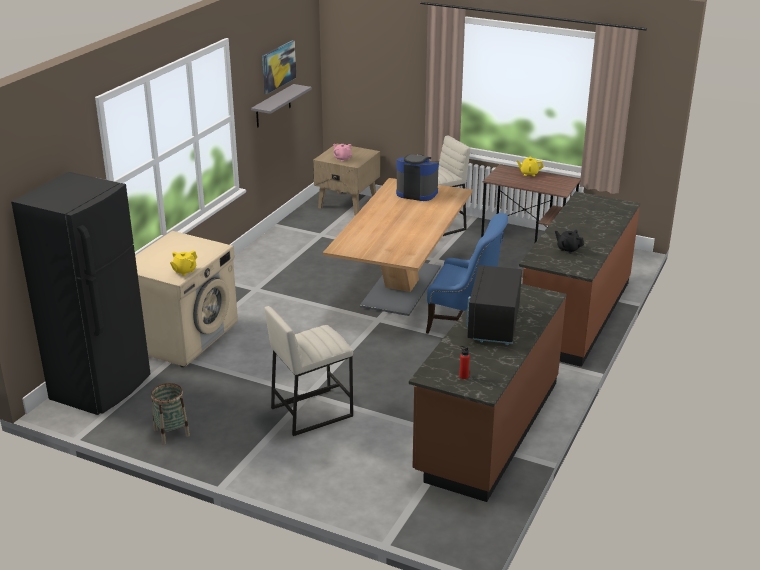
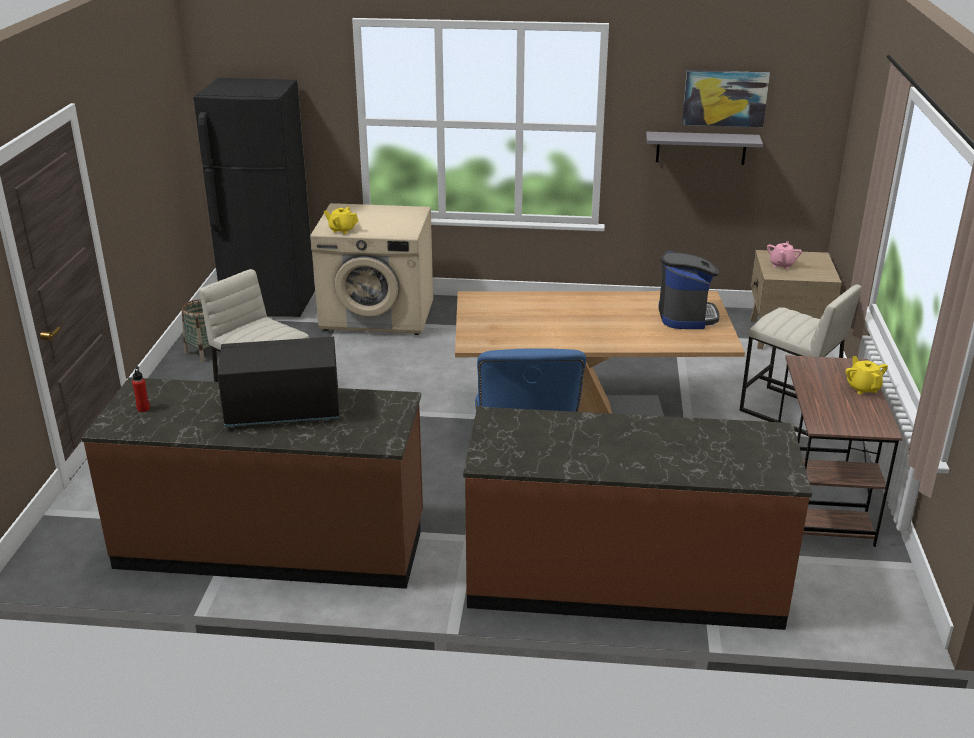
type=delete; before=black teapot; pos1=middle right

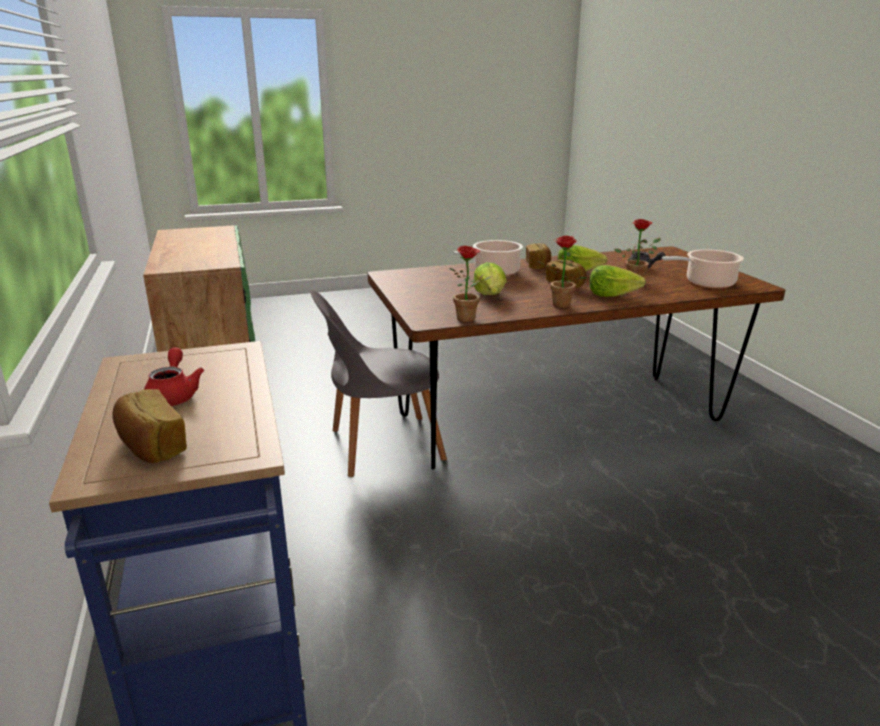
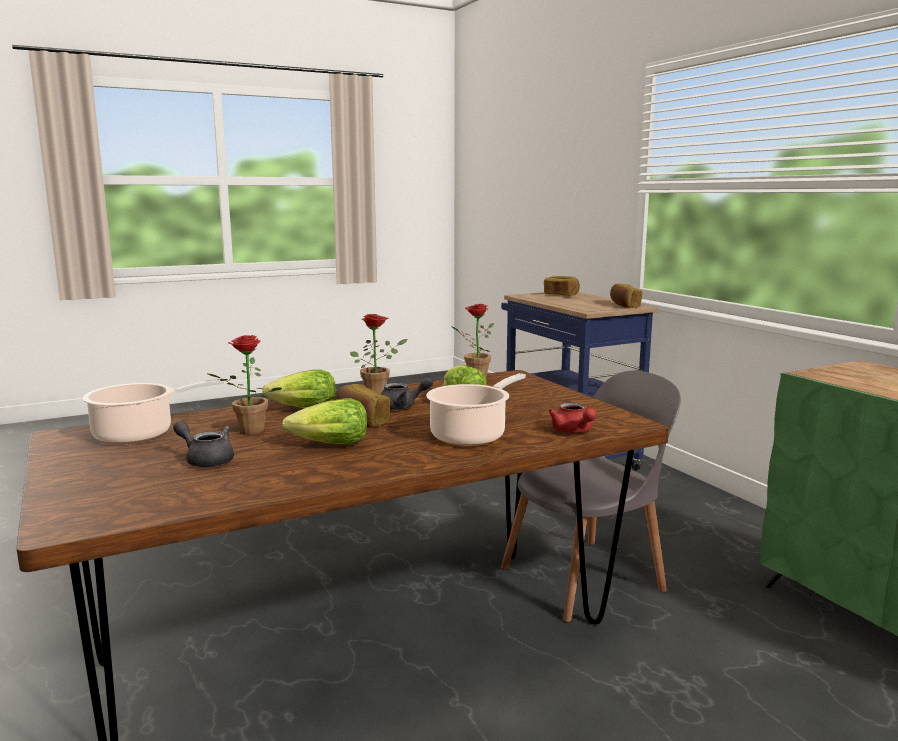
type=insert; after=grey teapot (2nd from left); pos2=centre
type=move; before=red teapot; pos1=middle left; pos2=centre
type=move; before=bread (2nd from left in the first image); after=bread (3rd from left); pos1=centre; pos2=middle right

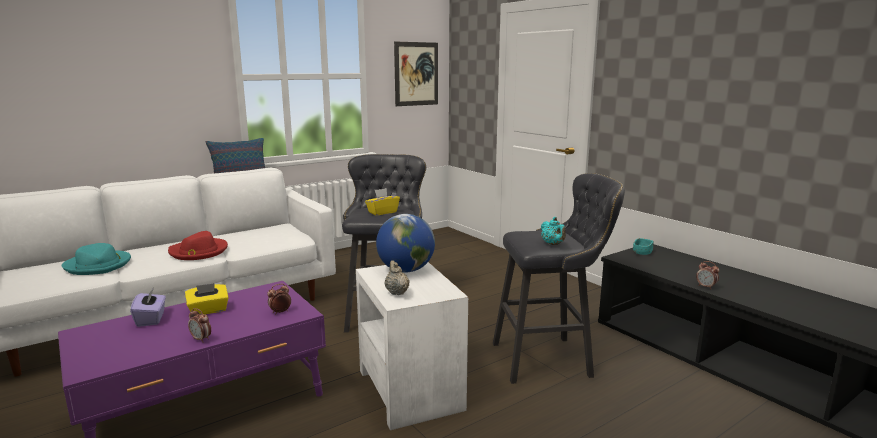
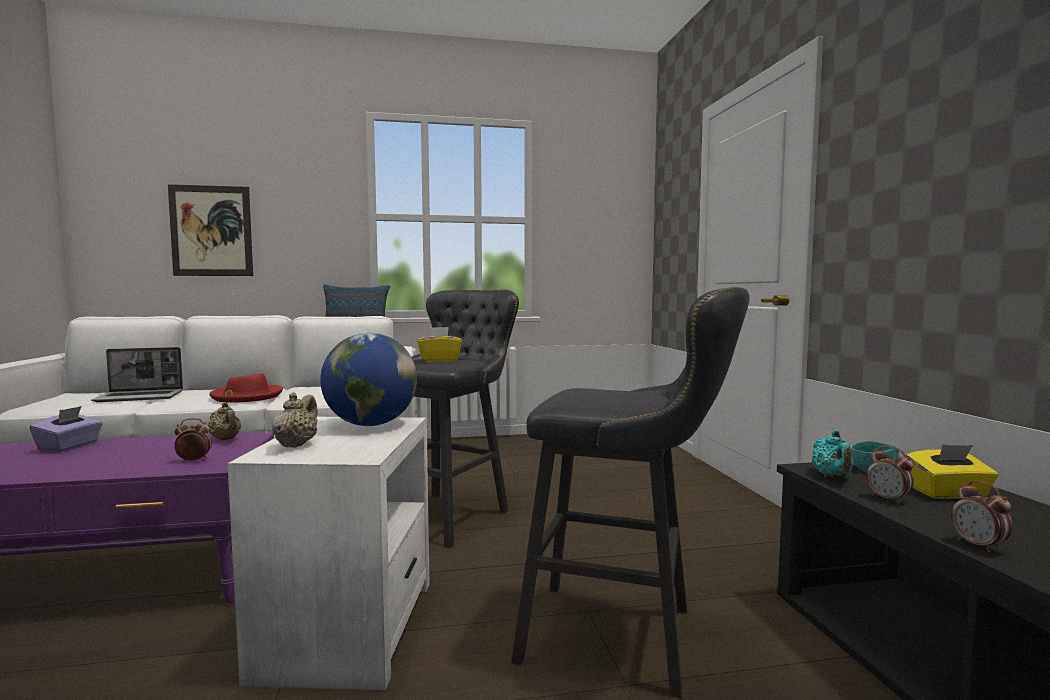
type=insert; after=beige teapot (1st from left); pos2=middle left
type=move; before=yellow tissue box (1st from left in the first image); after=yellow tissue box (2nd from left); pos1=bottom left; pos2=bottom right
type=move; before=alarm clock (1st from left in the first image); after=alarm clock (2nd from left); pos1=bottom left; pos2=bottom right
type=move; before=picture; pos1=top centre; pos2=top left
type=move; before=turquoise teapot; pos1=centre; pos2=middle right
type=replace; before=turquoise hat; after=laptop; pos1=middle left; pos2=middle left

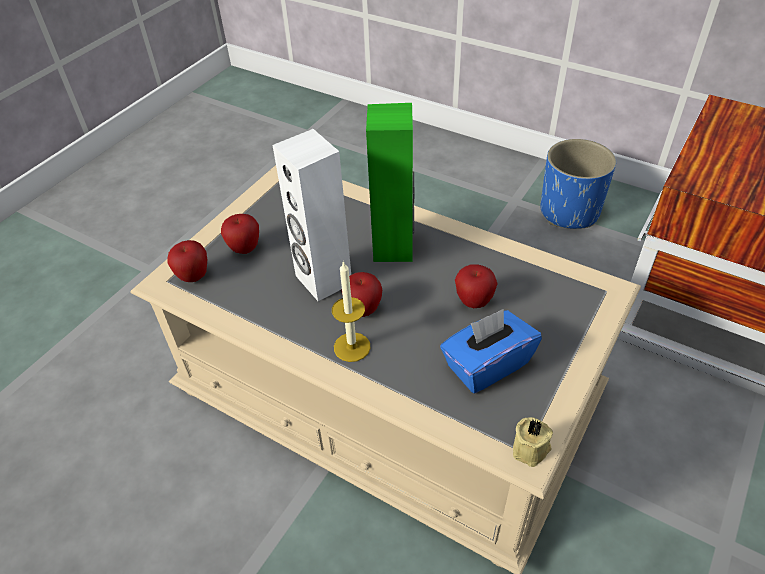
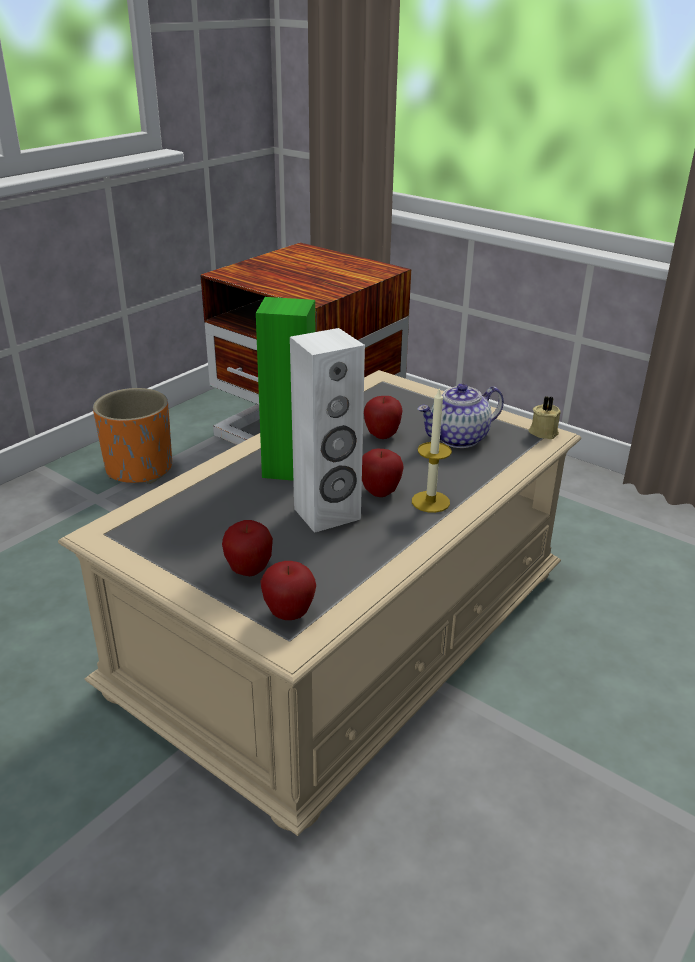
type=replace; before=blue tissue box; after=teapot; pos1=centre; pos2=centre
type=recolor; before=blue planter; after=orange planter; pos1=top right; pos2=middle left

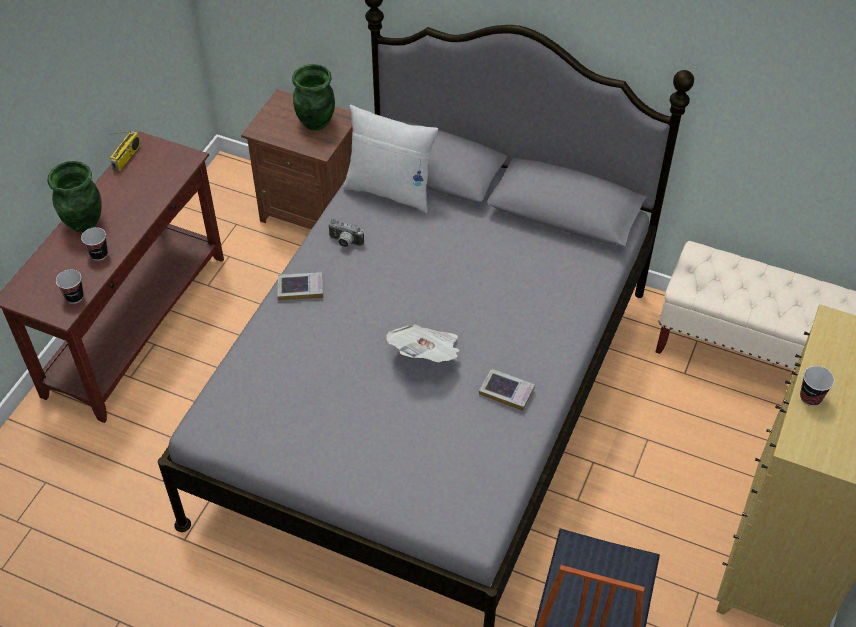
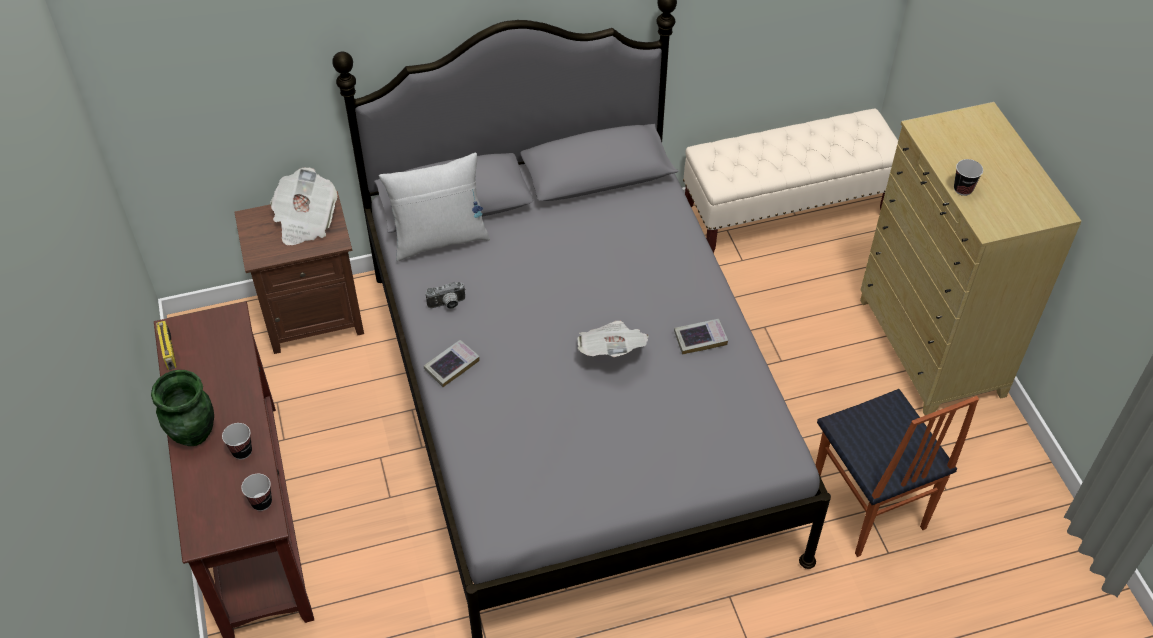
type=replace; before=green vase (2nd from left); after=newspaper (1st from left); pos1=top centre; pos2=top left

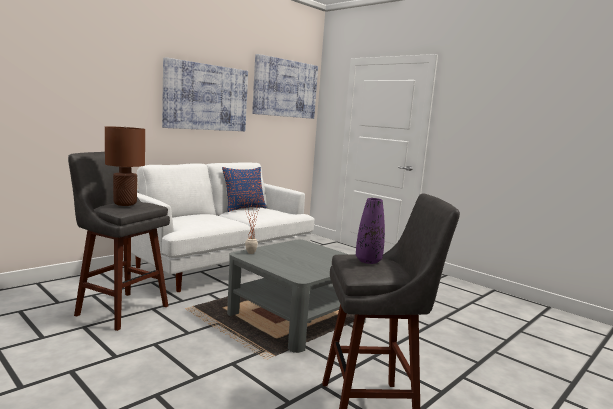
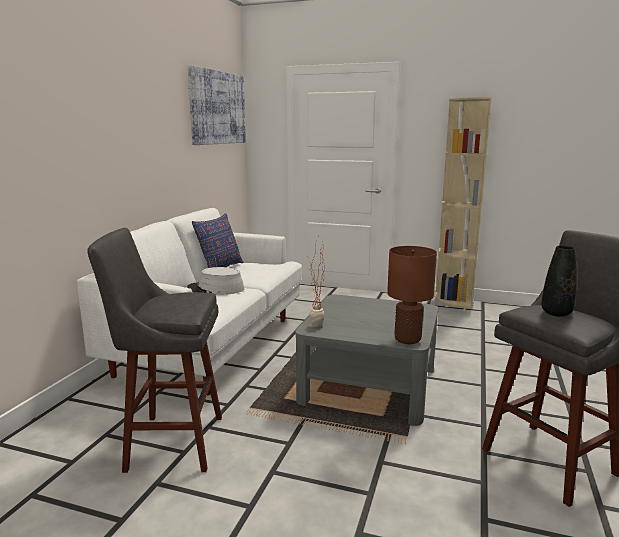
type=delete; before=picture (1st from left); pos1=top centre
type=insert; after=grey hat; pos2=centre
type=insert; after=beige bookcase; pos2=middle right
type=move; before=brown table lamp; pos1=middle left; pos2=centre
type=recolor; before=purple vase; after=black vase; pos1=centre; pos2=middle right

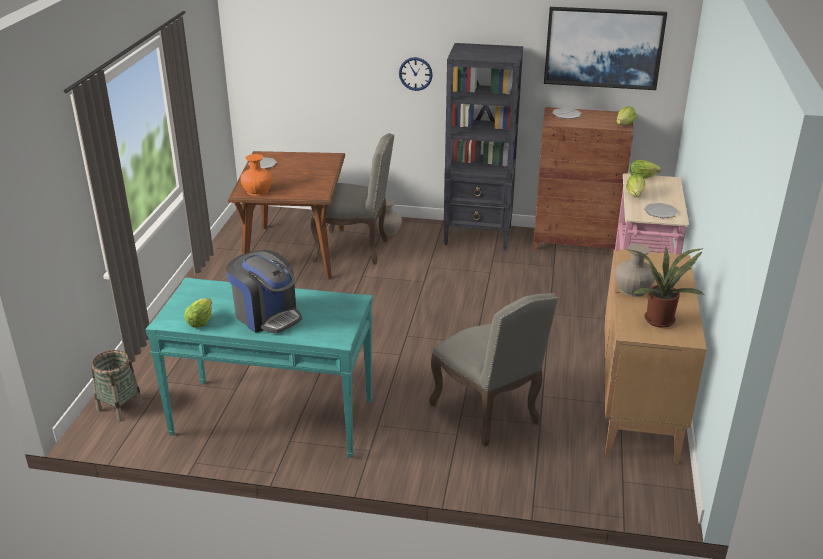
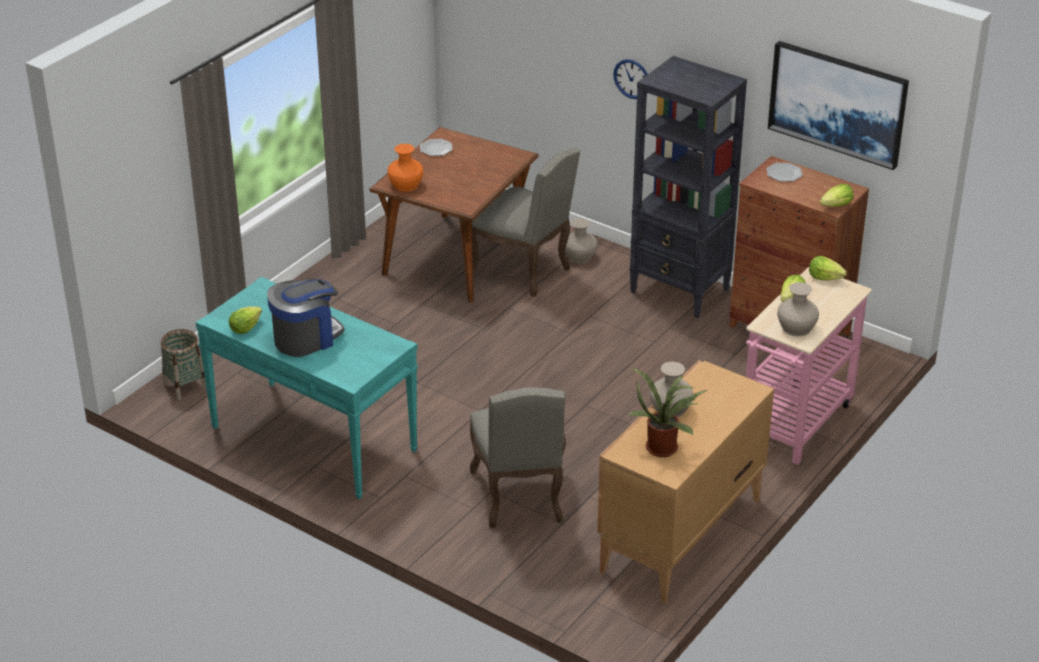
type=replace; before=plate (3rd from left); after=beige vase (3rd from left); pos1=middle right; pos2=middle right
type=rotate; before=coffee machine; pos1=middle left; pos2=middle left; turn=-105

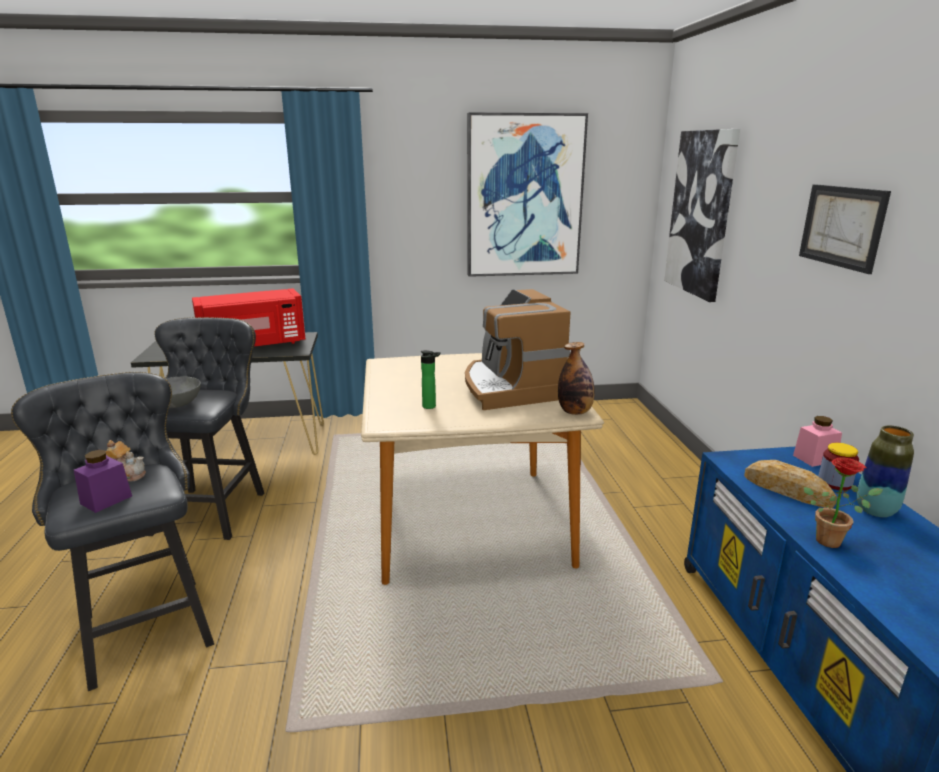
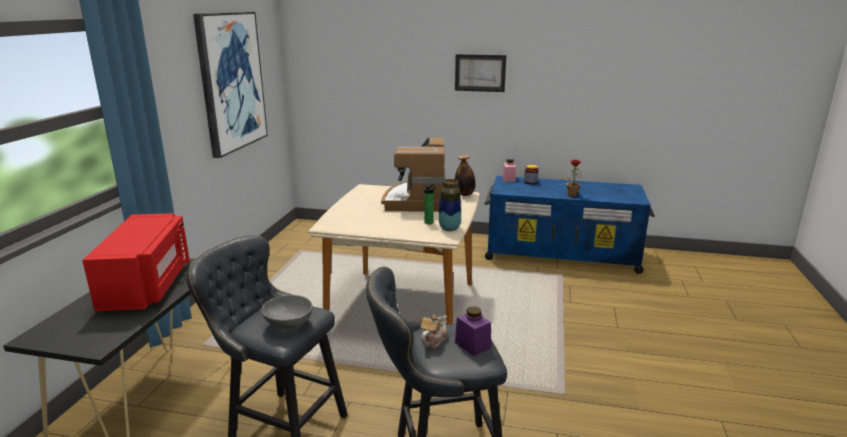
type=delete; before=picture (2nd from left); pos1=top right
type=delete; before=bread; pos1=middle right
type=move; before=vase; pos1=middle right; pos2=centre
type=rotate; before=coffee machine; pos1=centre; pos2=centre; turn=90

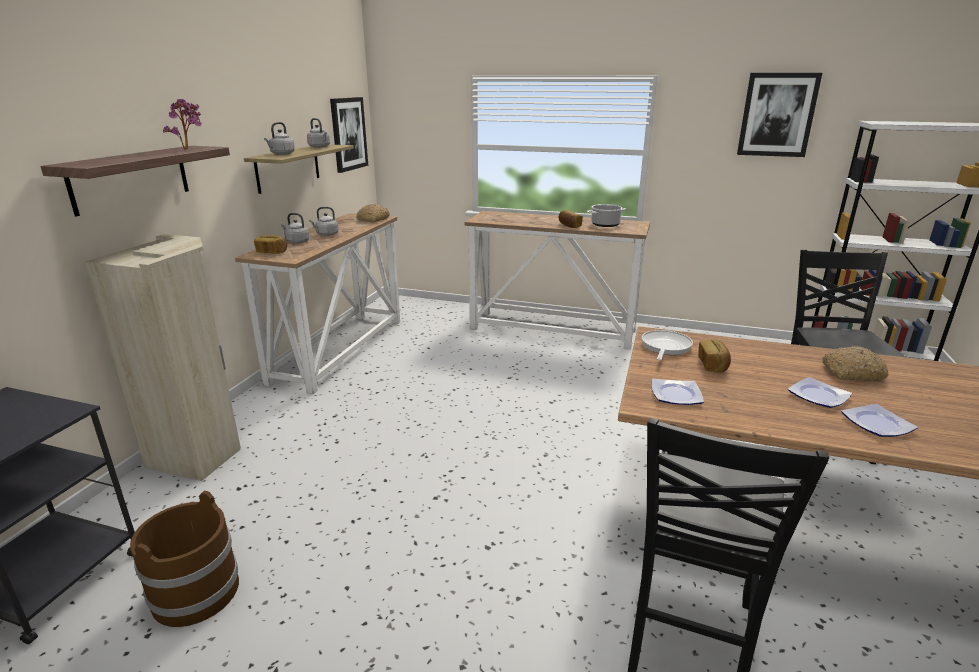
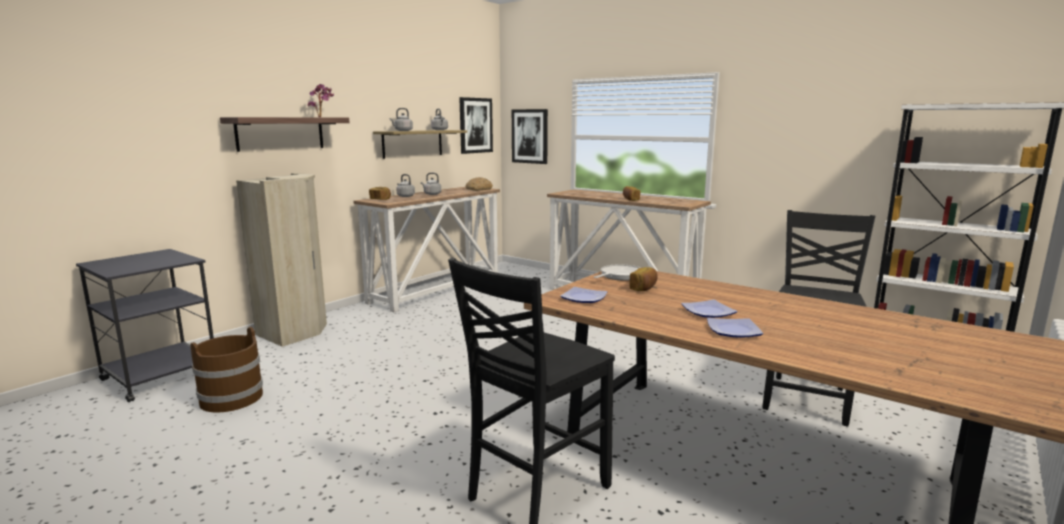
type=delete; before=cooking pot; pos1=top centre
type=delete; before=bread (5th from left); pos1=middle right
type=move; before=picture (2nd from left); pos1=top right; pos2=top centre

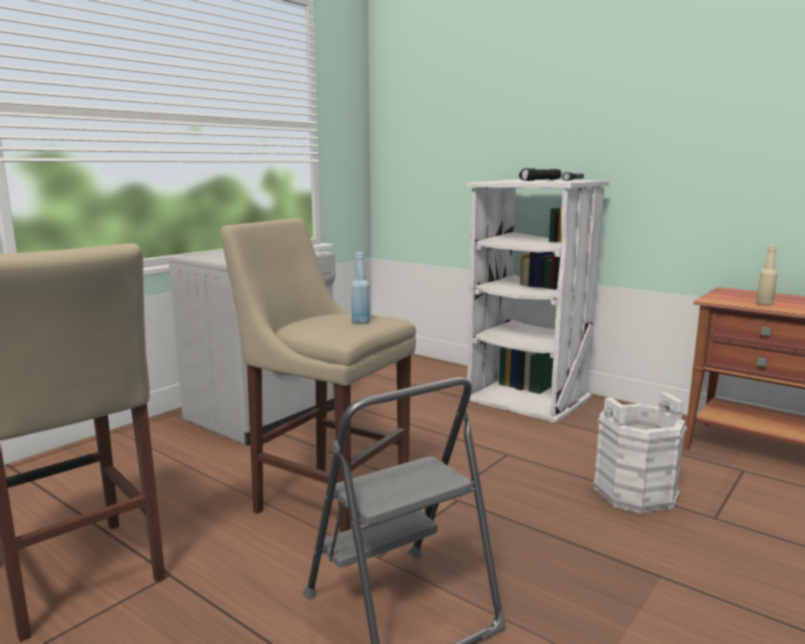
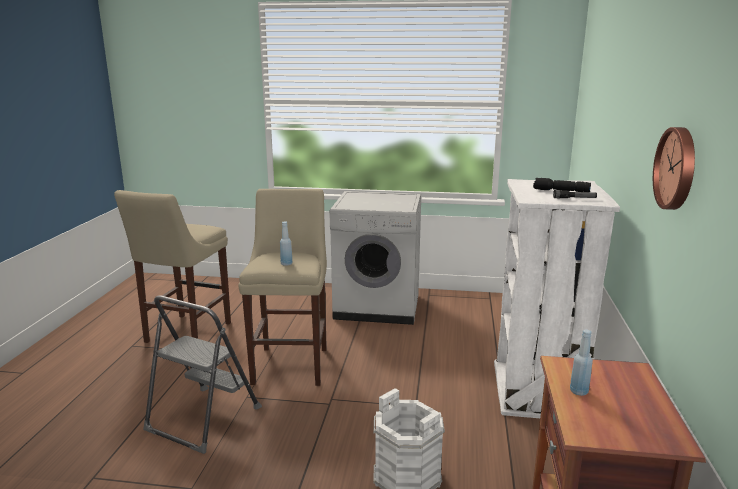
type=insert; after=wall clock; pos2=middle right
type=recolor; before=beige bottle; after=blue bottle (2nd from left); pos1=middle right; pos2=bottom right

